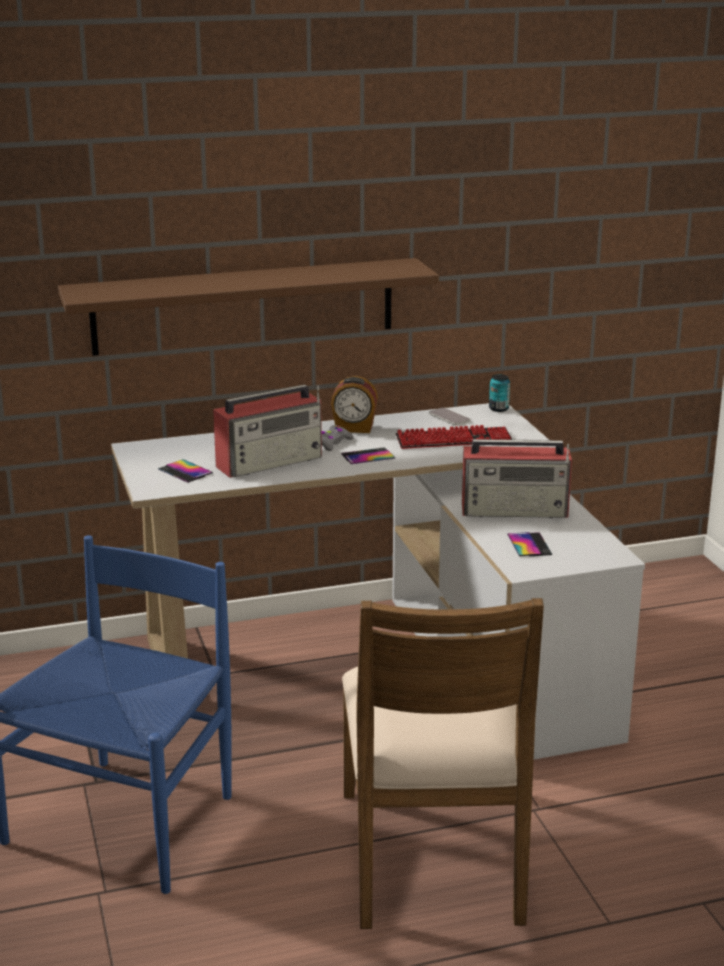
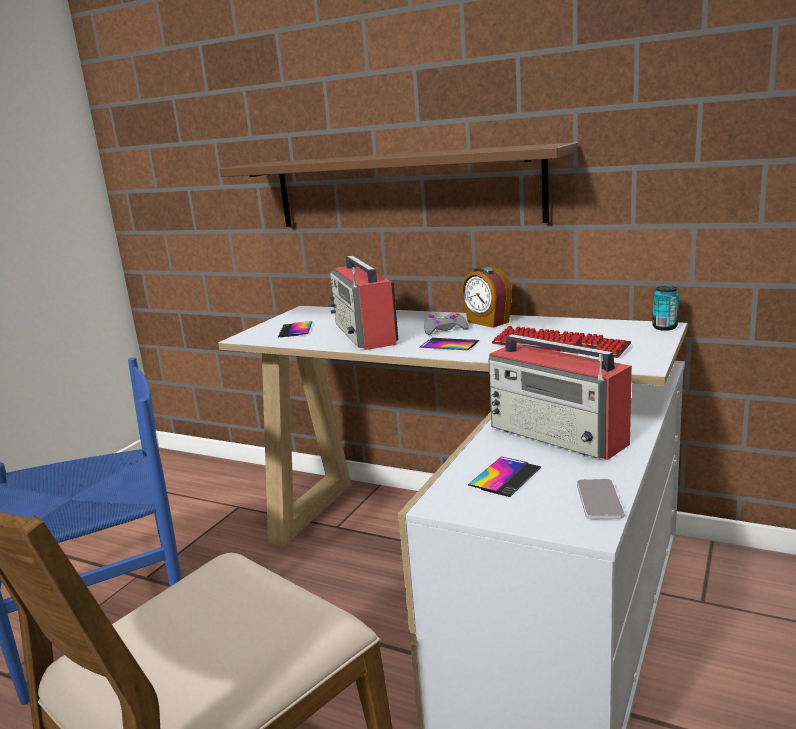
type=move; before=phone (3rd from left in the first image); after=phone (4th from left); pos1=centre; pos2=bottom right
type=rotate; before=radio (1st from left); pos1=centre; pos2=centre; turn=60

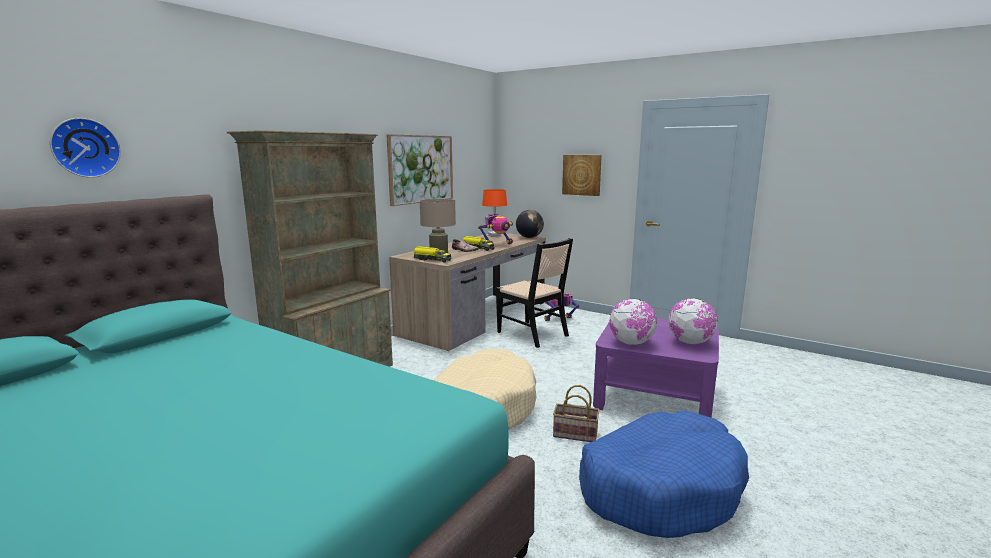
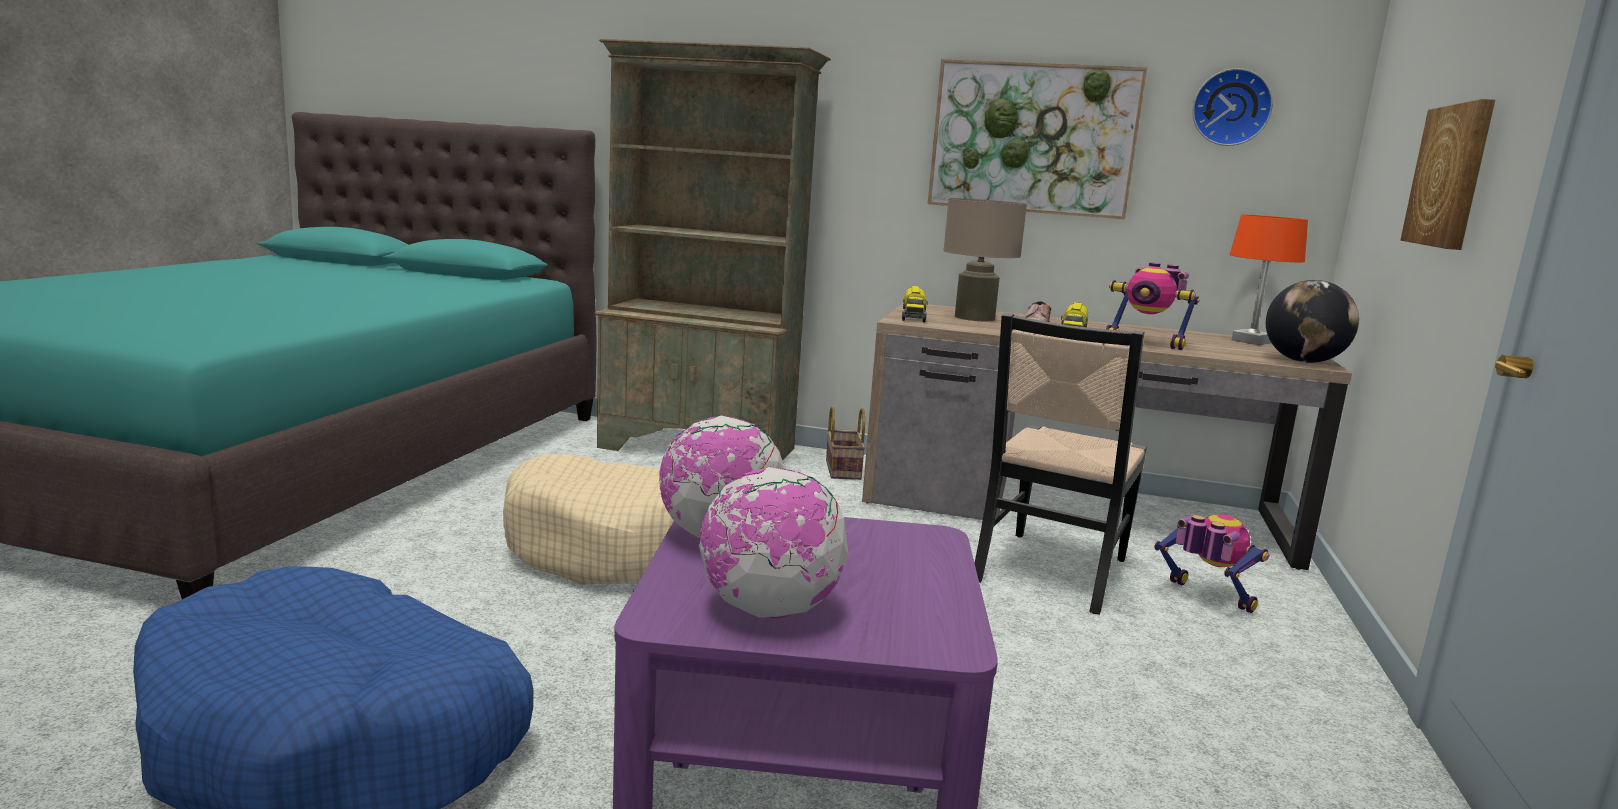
type=move; before=wall clock; pos1=top left; pos2=top right
type=move; before=basket; pos1=bottom centre; pos2=centre

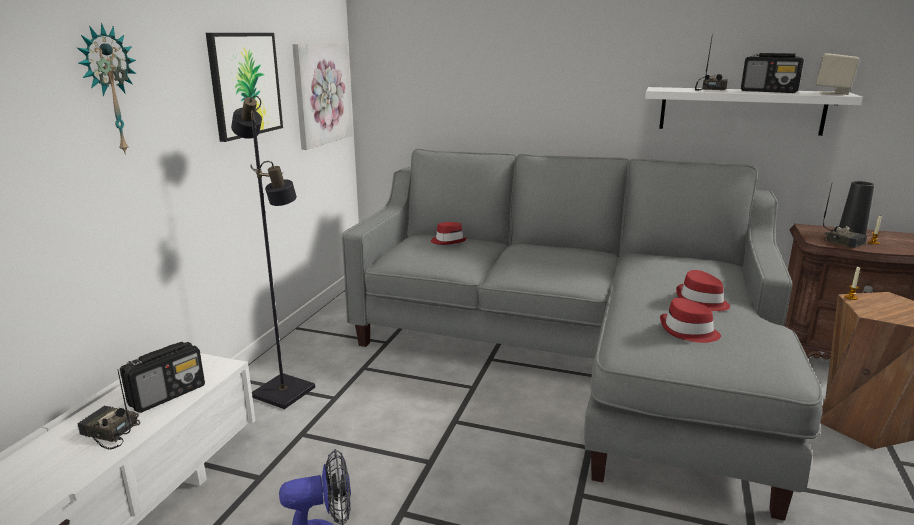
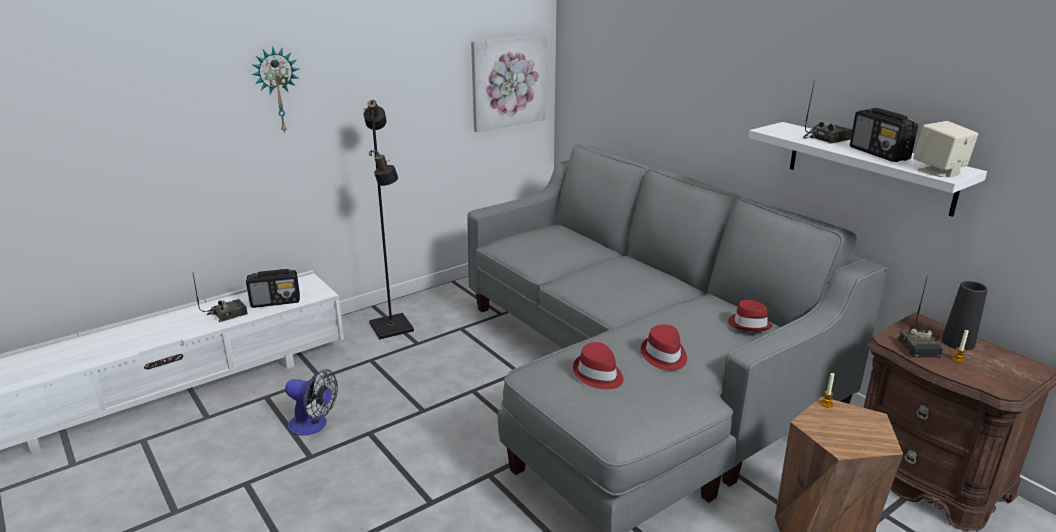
type=delete; before=picture (1st from left); pos1=top left
type=move; before=red hat (1st from left in the first image); after=red hat (3rd from left); pos1=centre; pos2=middle right
type=rotate; before=radio (1st from left); pos1=bottom left; pos2=middle left; turn=90

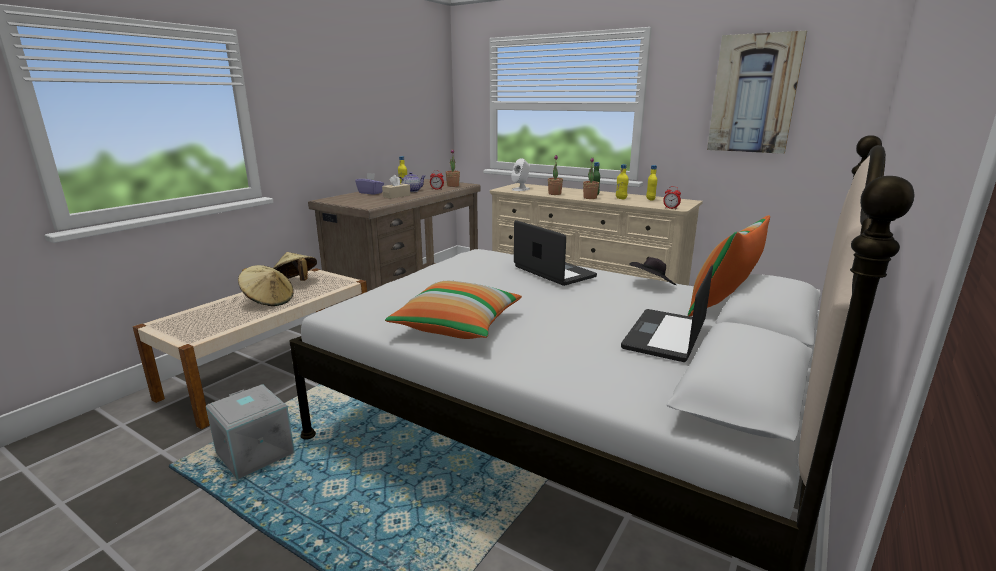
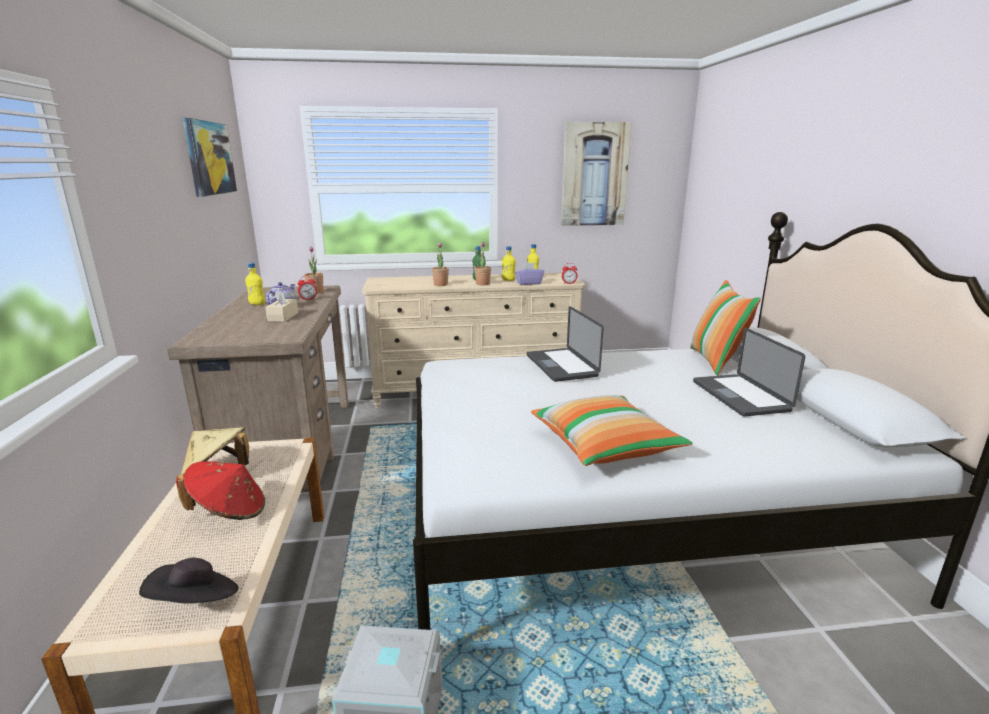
type=delete; before=white speaker; pos1=top centre
type=insert; after=picture (1st from left); pos2=top left
type=move; before=purple tissue box; pos1=top centre; pos2=centre
type=move; before=black hat; pos1=centre; pos2=bottom left
type=recolor; before=beige hat (1st from left); after=red hat; pos1=middle left; pos2=bottom left
type=rotate; before=laptop (1st from left); pos1=centre; pos2=centre; turn=-120

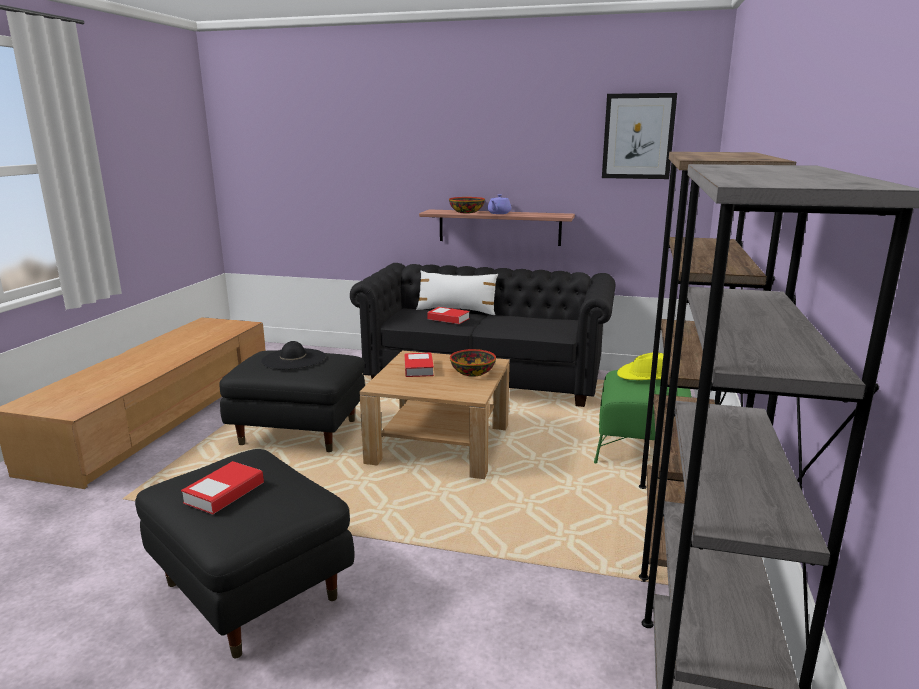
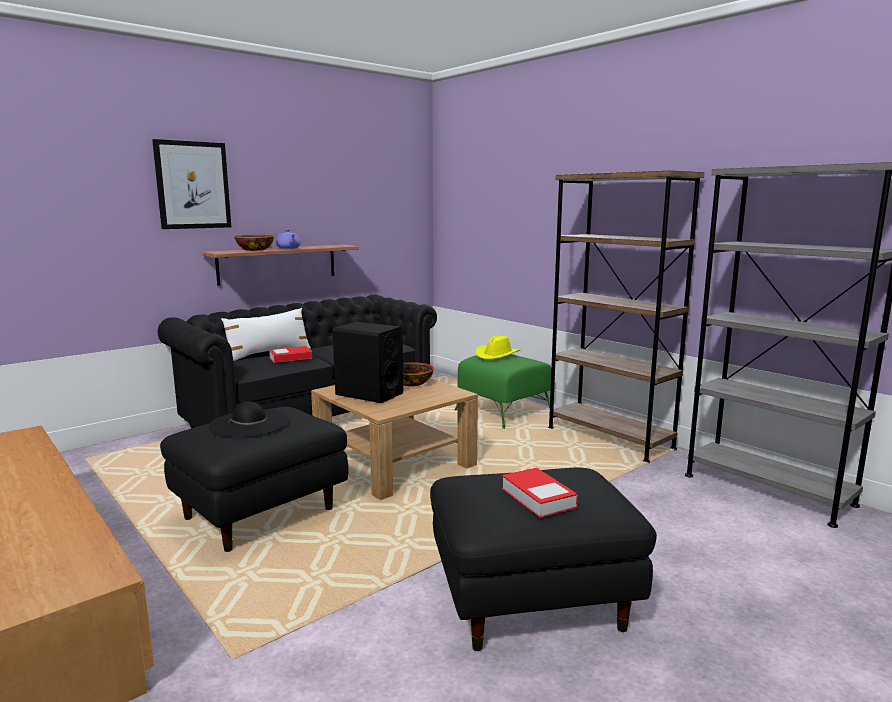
type=move; before=picture; pos1=top right; pos2=top left
type=replace; before=book (2nd from left); after=black speaker; pos1=centre; pos2=centre

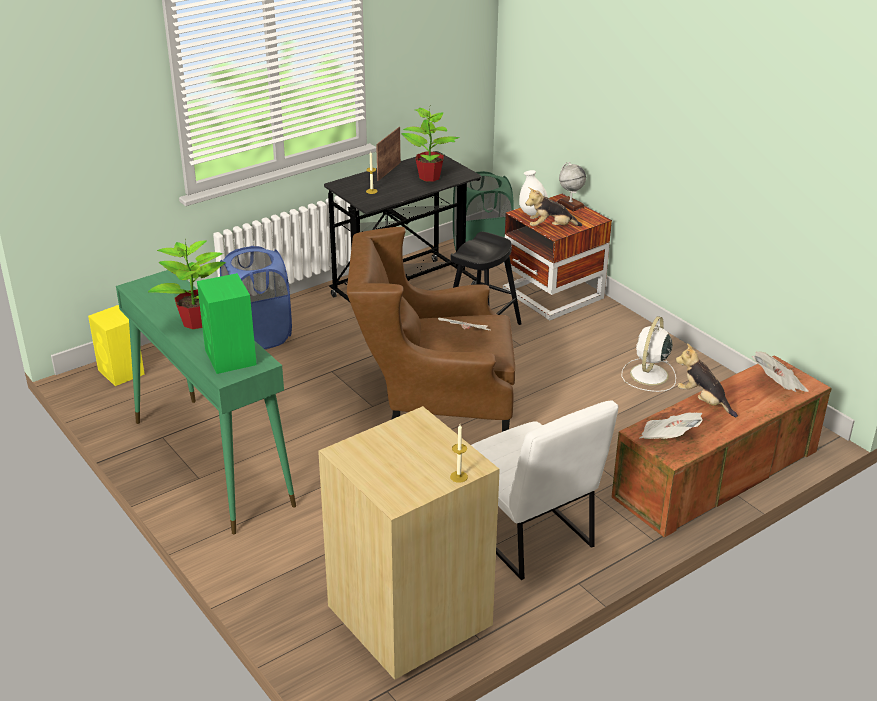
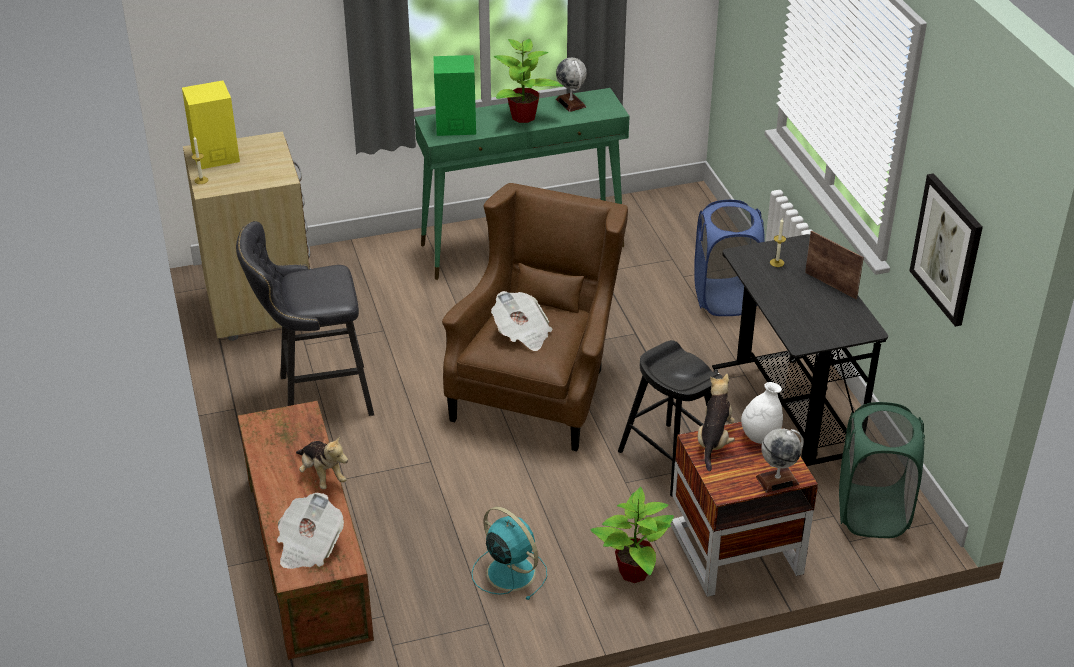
type=delete; before=newspaper (2nd from left); pos1=middle right
type=insert; after=globe (1st from left); pos2=top centre
type=insert; after=picture; pos2=middle right
type=move; before=yellow speaker; pos1=middle left; pos2=top left
type=move; before=potted plant (2nd from left); pos1=top centre; pos2=bottom centre
type=replace; before=white chair; after=black stool (1st from left); pos1=bottom centre; pos2=middle left
type=recolor; before=white fan; after=turquoise fan; pos1=middle right; pos2=bottom centre
type=rotate; before=plush toy (2nd from left in the first image); pos1=middle right; pos2=bottom left; turn=75

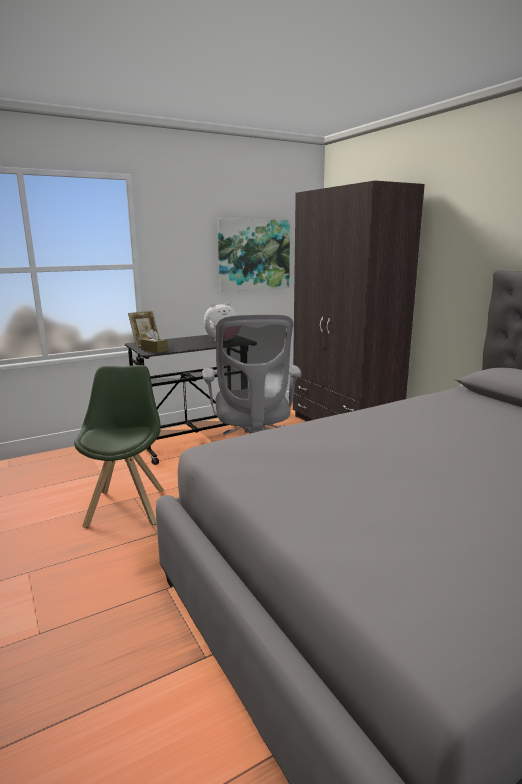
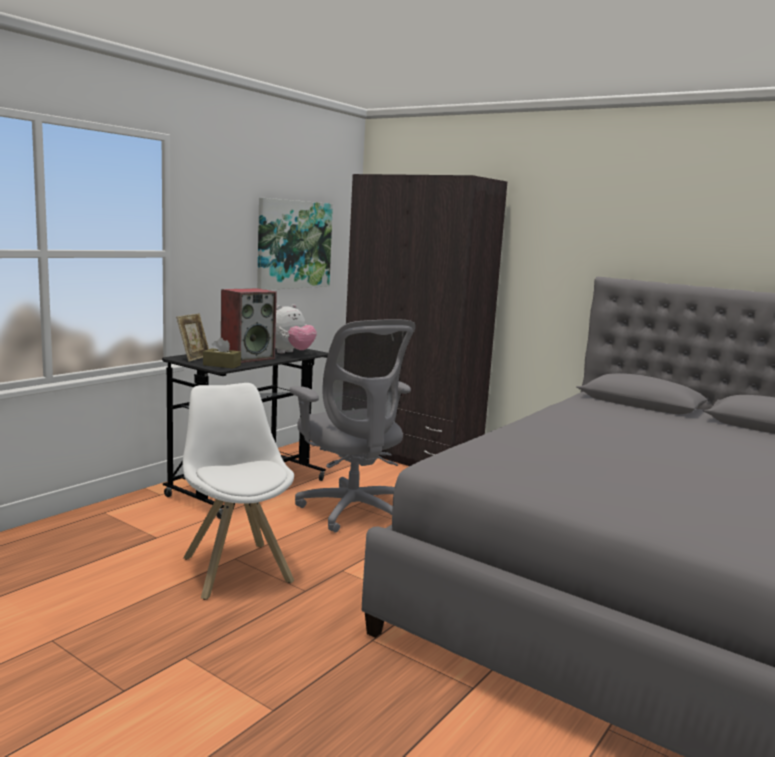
type=insert; after=speaker; pos2=middle left
type=recolor; before=green chair; after=white chair; pos1=middle left; pos2=middle left

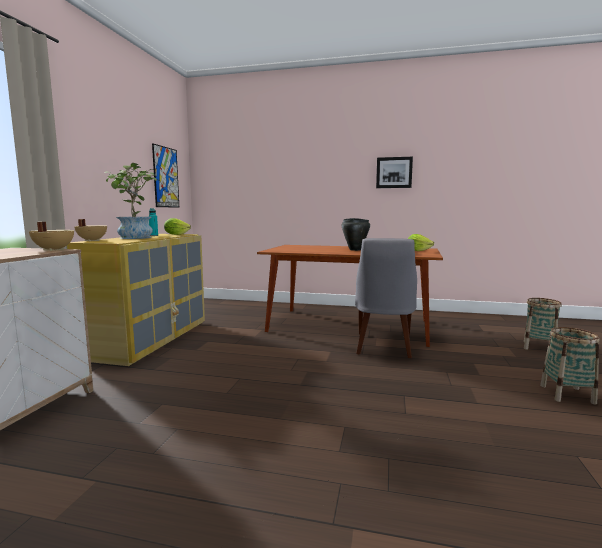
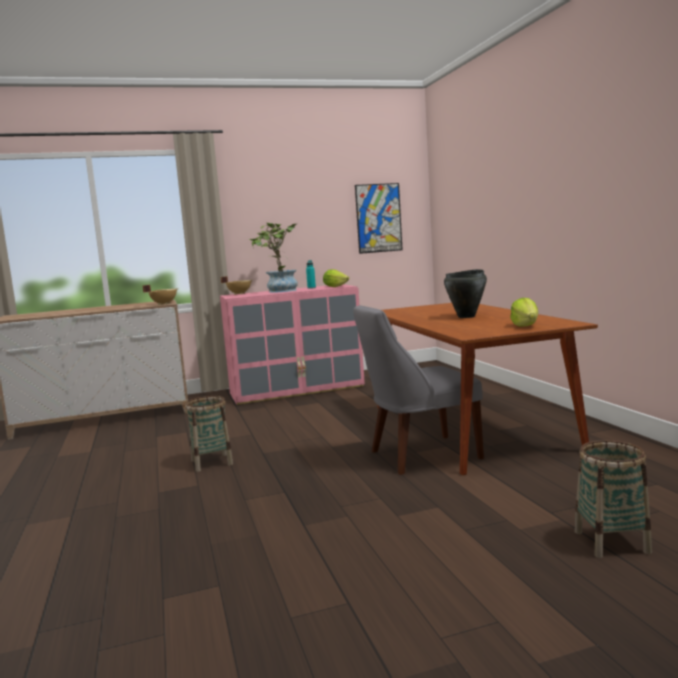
type=delete; before=picture (2nd from left); pos1=top centre
type=move; before=basket (2nd from left in the first image); after=basket (1st from left); pos1=bottom right; pos2=middle left
type=recolor; before=yellow cabinet; after=pink cabinet; pos1=middle left; pos2=centre

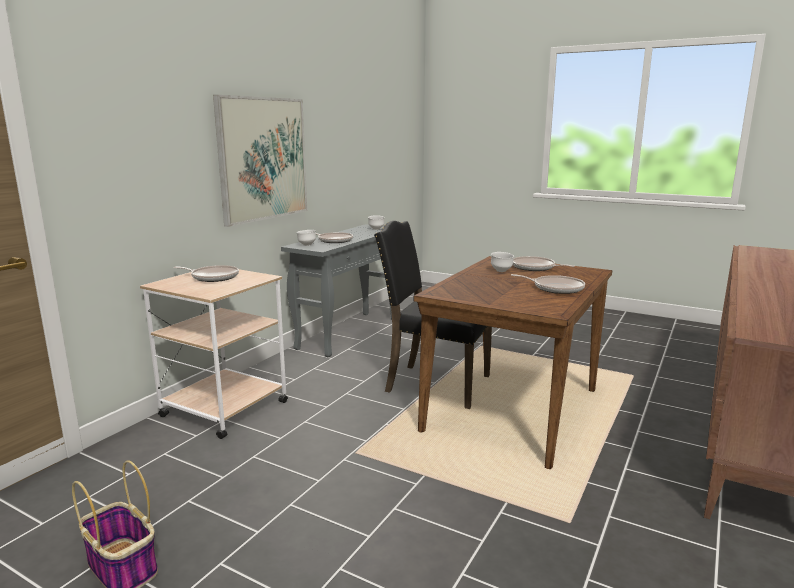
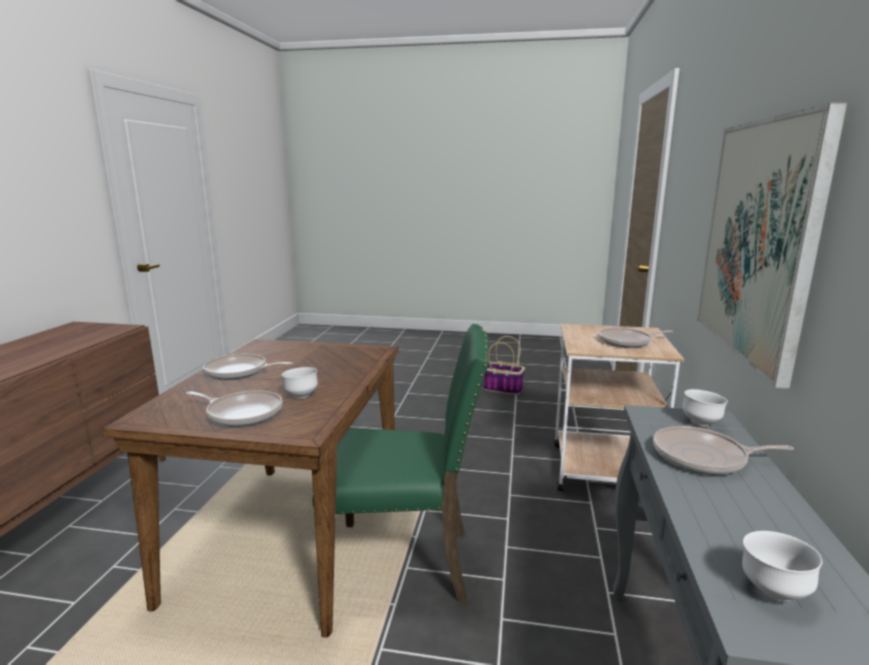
type=recolor; before=black chair; after=green chair; pos1=centre; pos2=bottom centre

